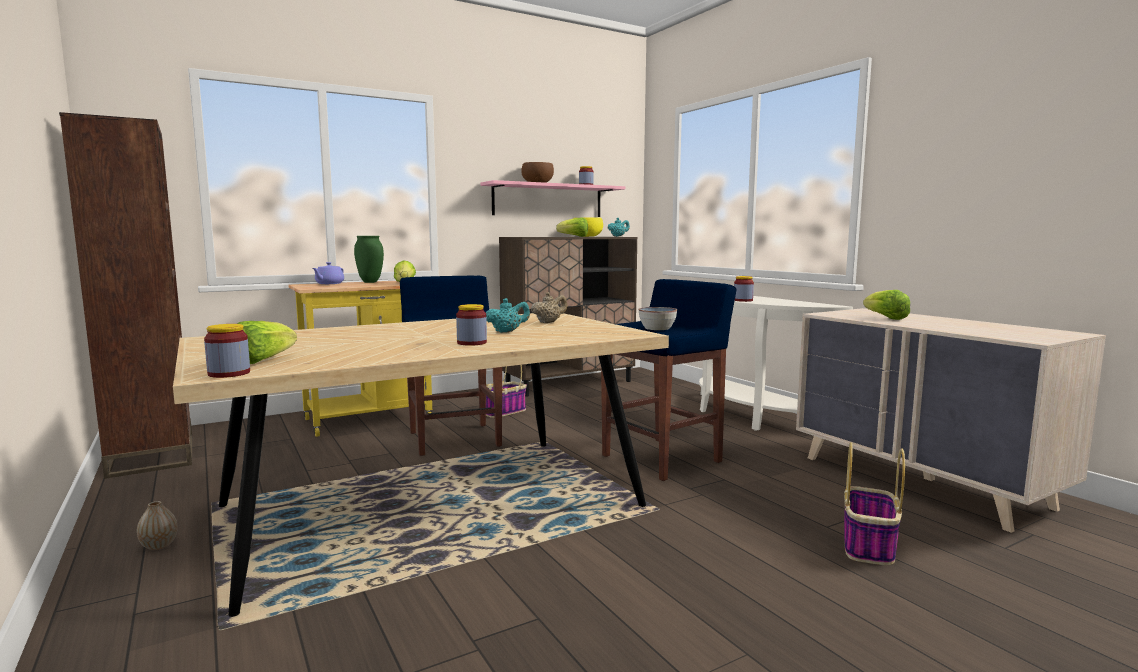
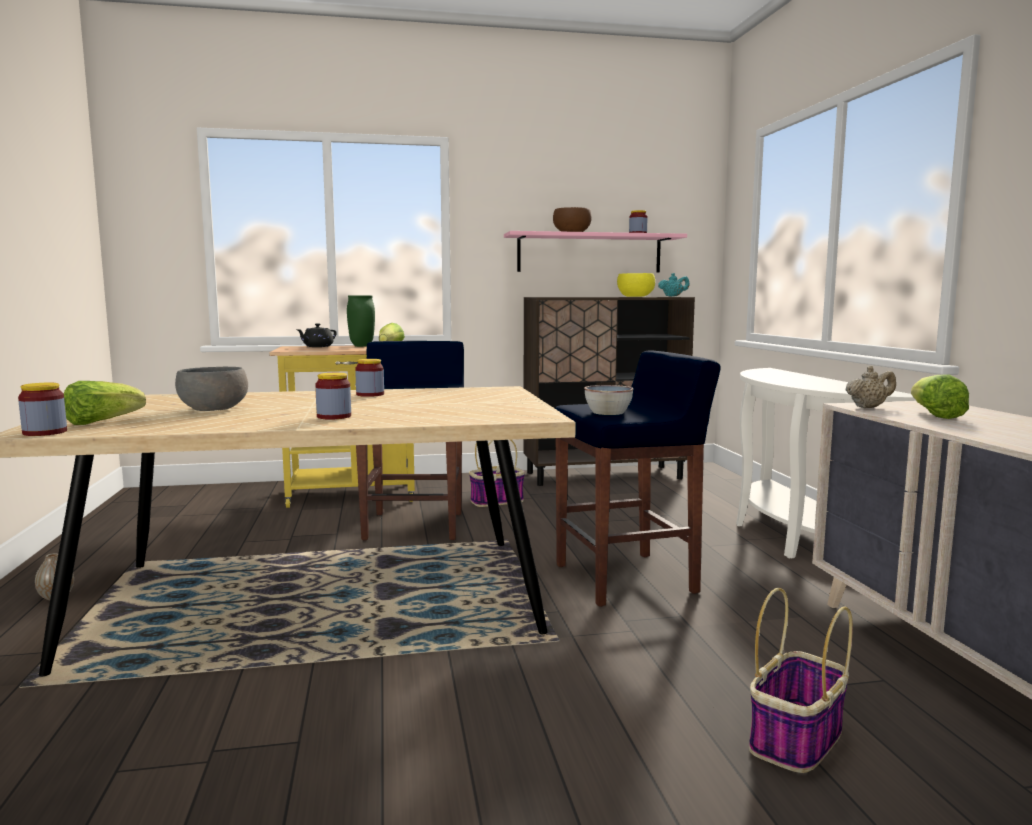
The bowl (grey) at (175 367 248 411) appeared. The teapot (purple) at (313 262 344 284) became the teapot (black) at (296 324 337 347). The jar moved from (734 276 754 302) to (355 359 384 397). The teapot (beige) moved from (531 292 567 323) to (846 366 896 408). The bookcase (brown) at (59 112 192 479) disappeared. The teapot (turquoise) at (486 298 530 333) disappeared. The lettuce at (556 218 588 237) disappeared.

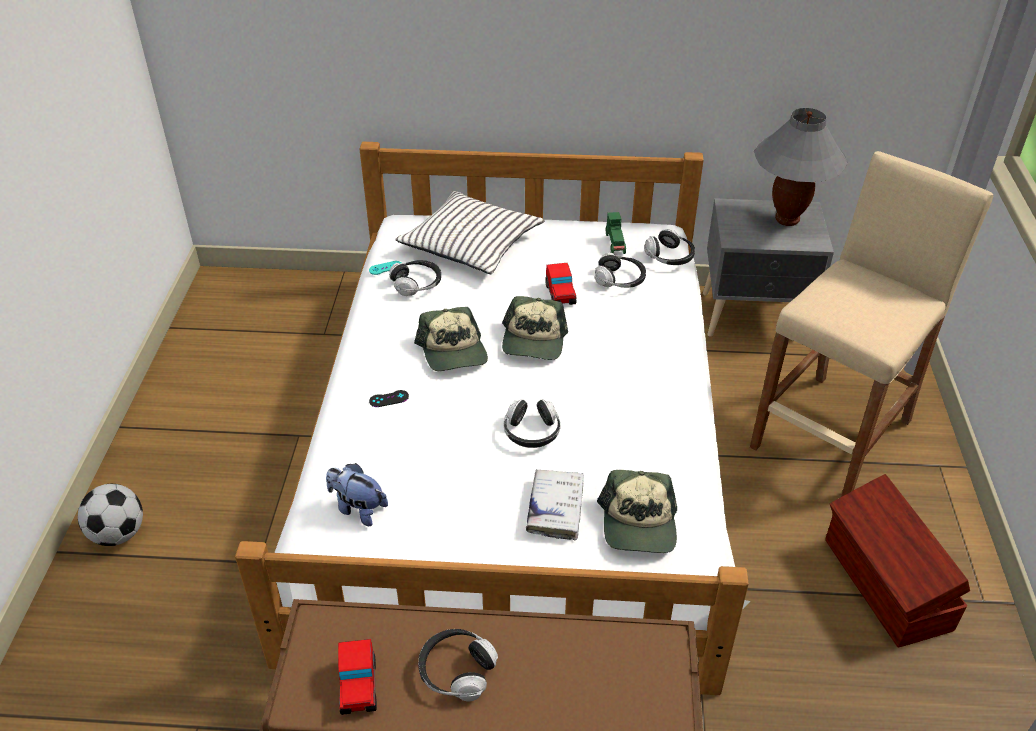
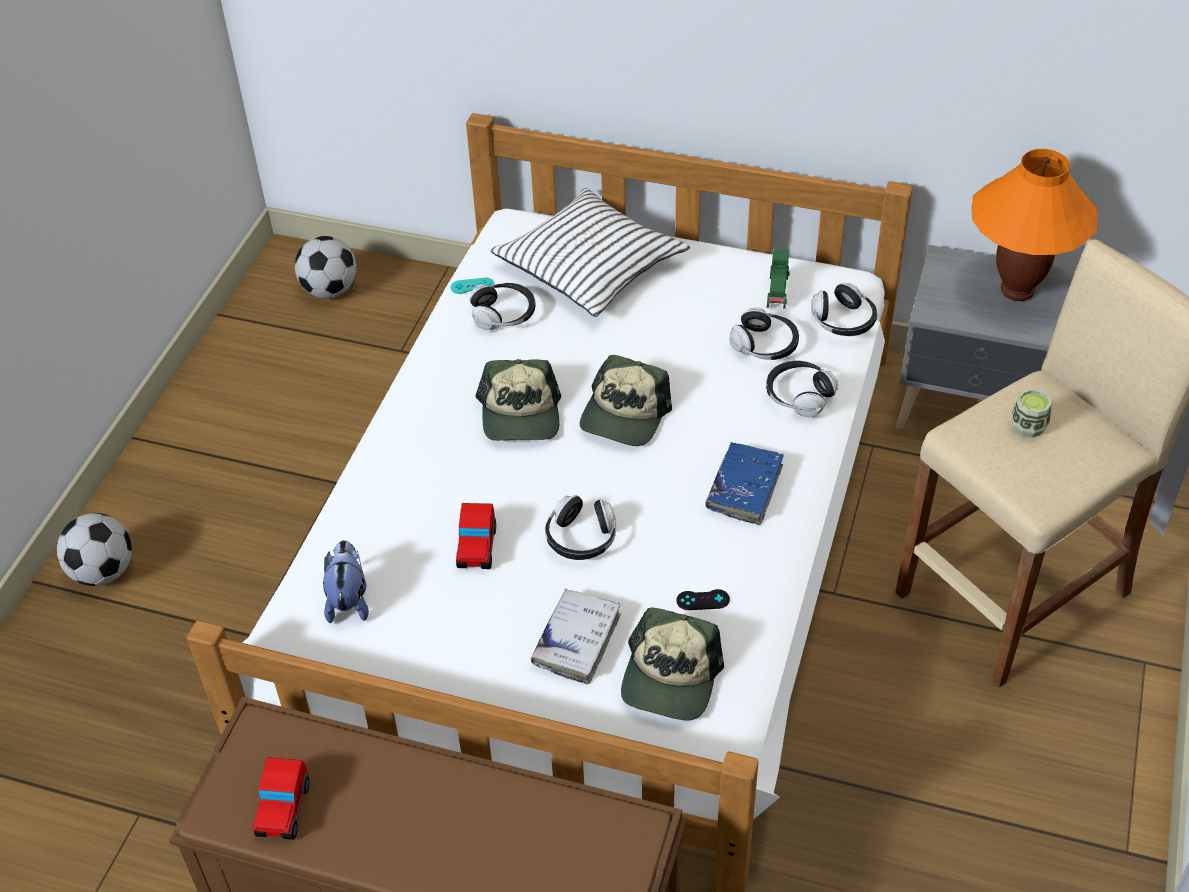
The football at (295 236 357 298) appeared. The plush toy at (326 463 388 526) turned 45 degrees clockwise. The toy car moved from (545 263 577 305) to (456 503 496 569). The game controller (black) moved from (369 390 409 407) to (676 589 730 610). The book (blue) at (705 442 783 525) appeared. The headphones moved from (418 629 498 701) to (766 361 838 418). The table lamp (grey) at (754 108 848 226) became the table lamp (orange) at (971 149 1098 301). The cup at (1011 389 1052 438) appeared. The storage box (brown) at (825 474 970 647) disappeared.

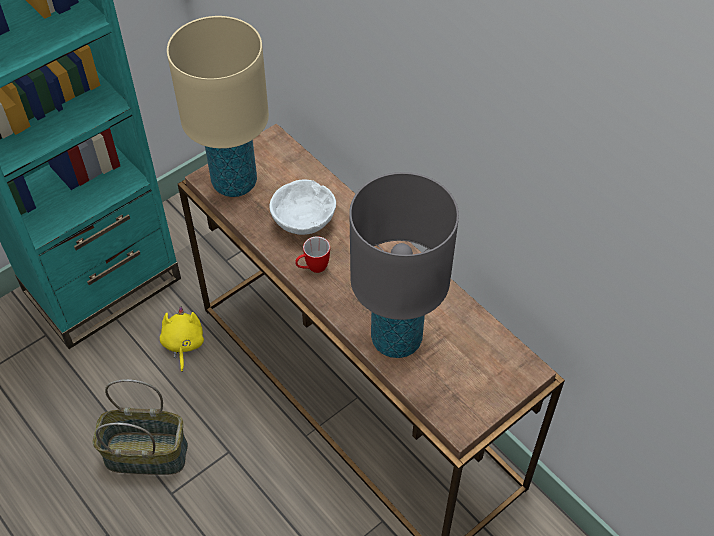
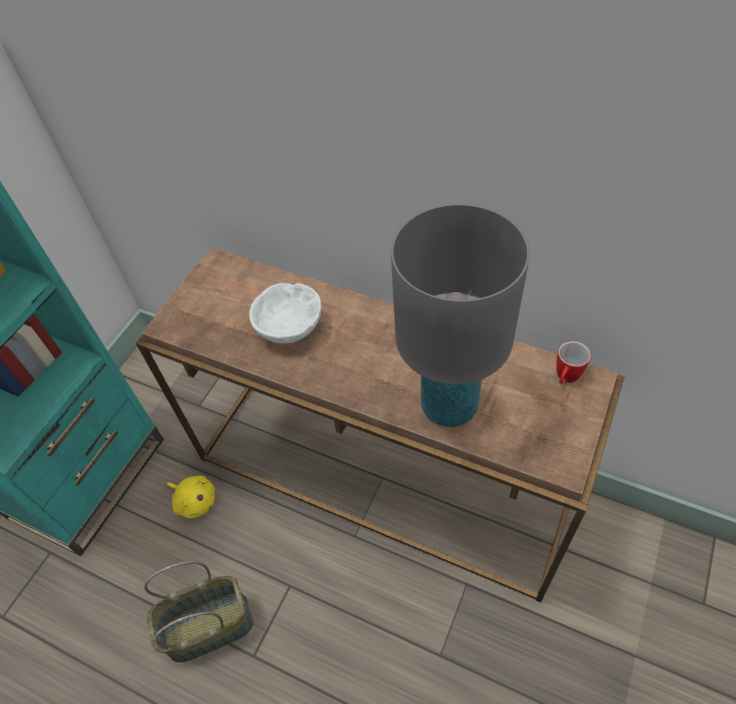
The plush toy (yellow) at (160 306 204 372) turned 150 degrees clockwise. The mug moved from (295 236 330 273) to (556 341 591 384). The table lamp (beige) at (167 16 269 197) disappeared.

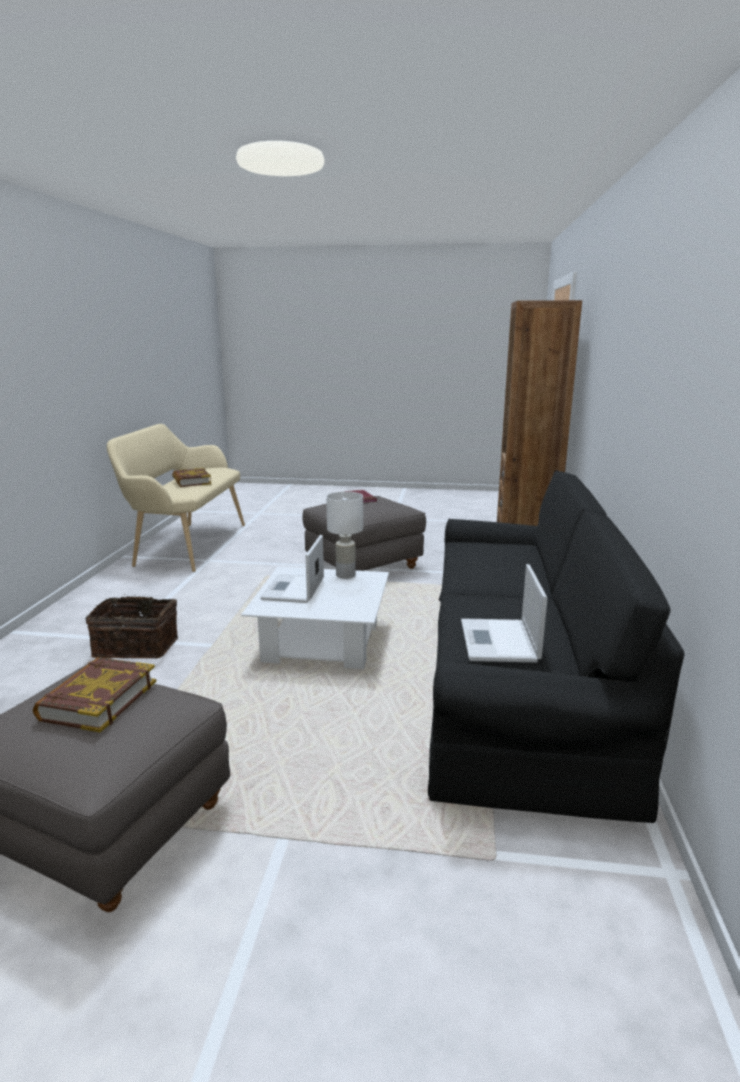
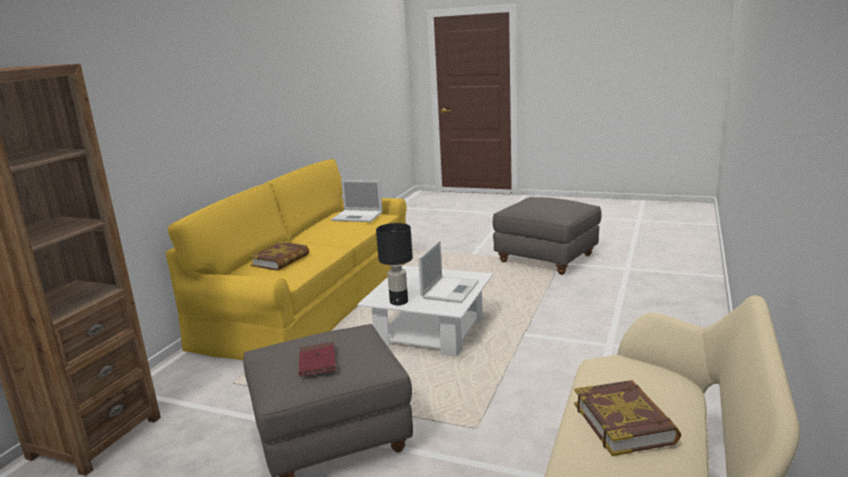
The sofa (black) at (428 470 684 823) became the sofa (yellow) at (166 159 407 360). The book moved from (33 657 156 732) to (249 242 309 271). The laptop at (461 564 548 663) turned 90 degrees clockwise. The table lamp (white) at (326 491 363 579) became the table lamp (black) at (376 223 413 305). The basket at (85 594 178 658) disappeared.

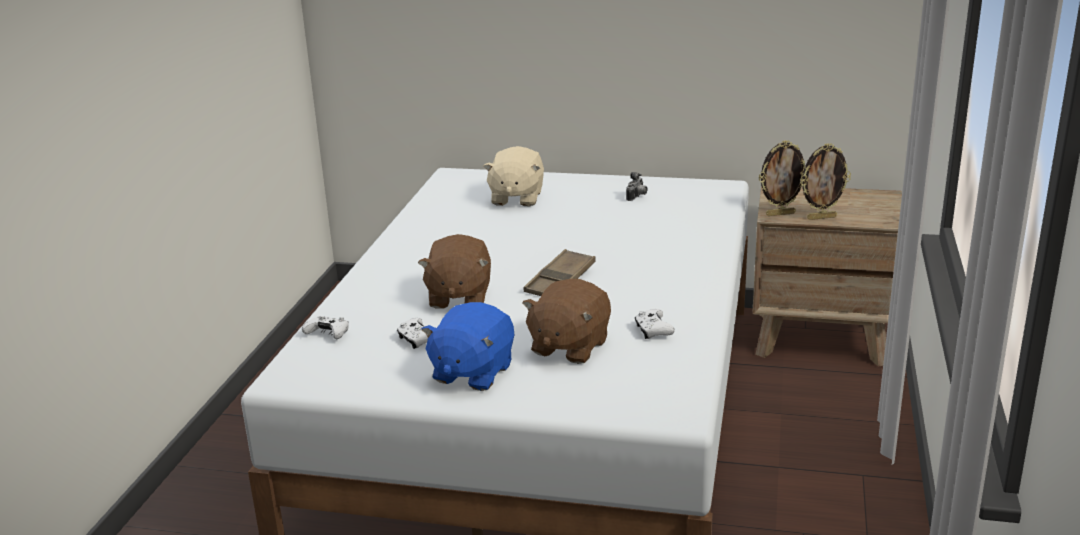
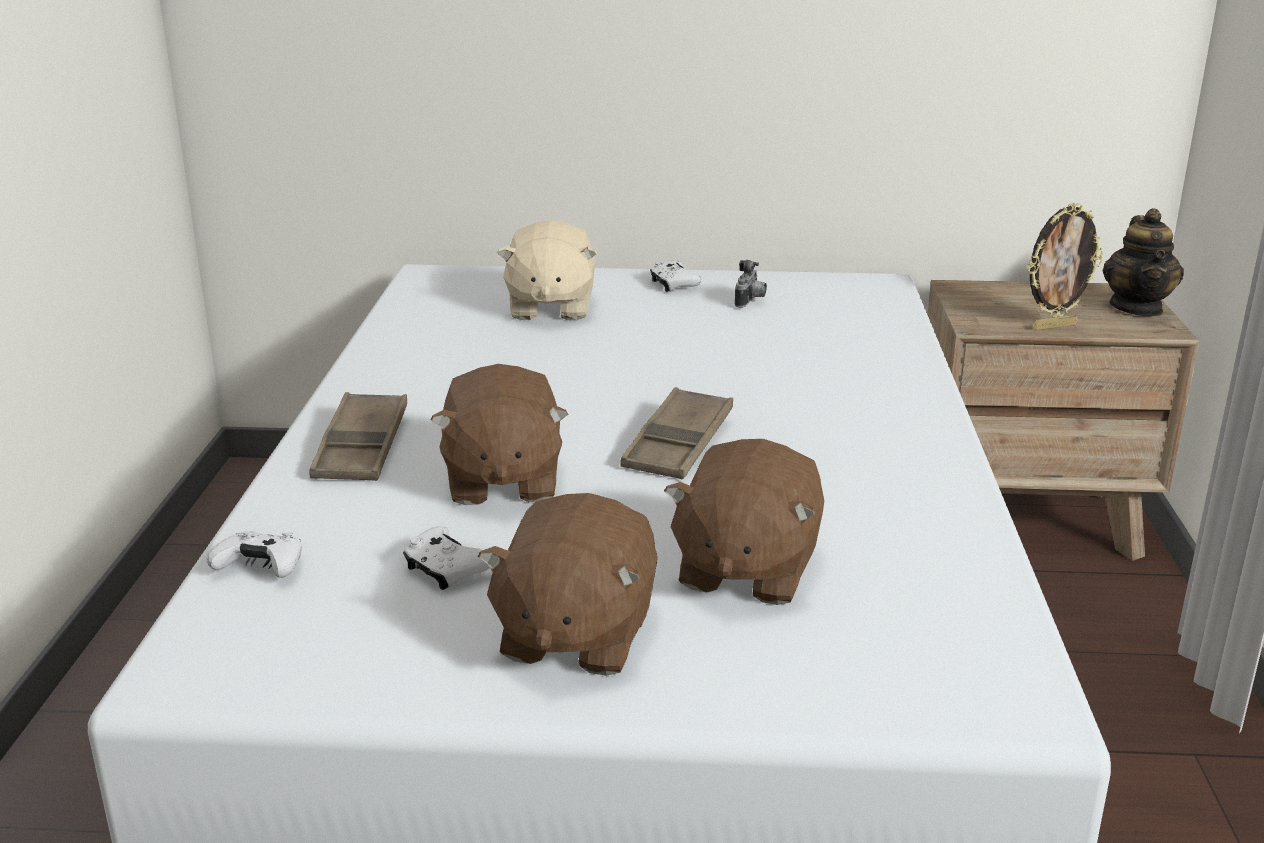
The tray (brown) at (309 392 407 481) appeared. The plush toy (blue) at (421 302 514 391) became the plush toy (brown) at (478 493 658 676). The game controller (white) moved from (635 309 675 339) to (650 260 701 292). The teapot at (1103 208 1184 317) appeared. The picture frame at (759 140 805 216) disappeared.

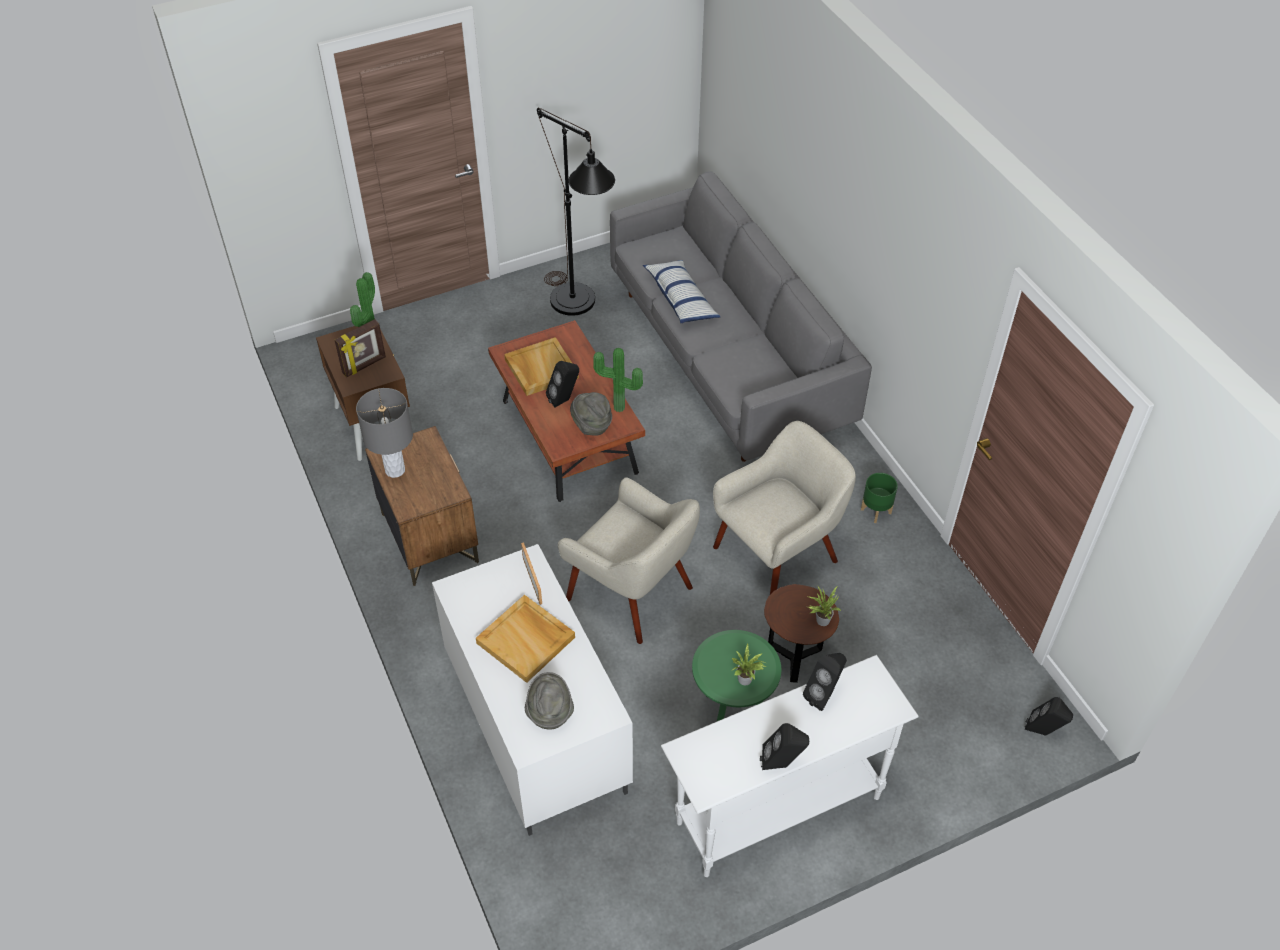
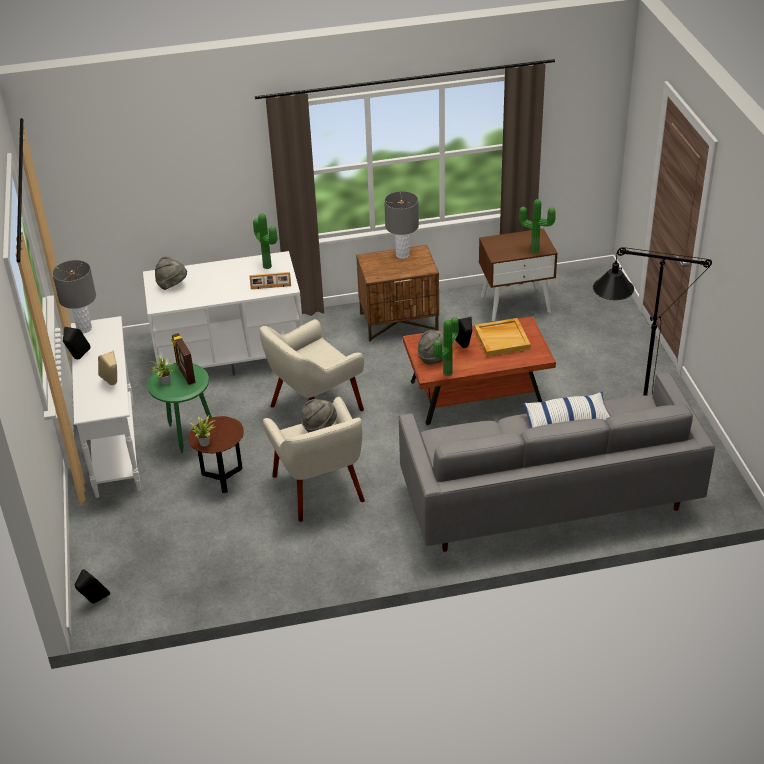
The table lamp (grey) at (52 260 96 333) appeared. The speaker (black) at (803 653 847 711) became the speaker (beige) at (98 351 117 385). The picture frame moved from (335 319 386 377) to (171 333 196 385). The potted plant at (253 214 278 269) appeared. The hat (grey) at (302 399 337 433) appeared. The tray (beige) at (476 595 575 683) disappeared. The planter (green) at (861 473 898 523) disappeared.

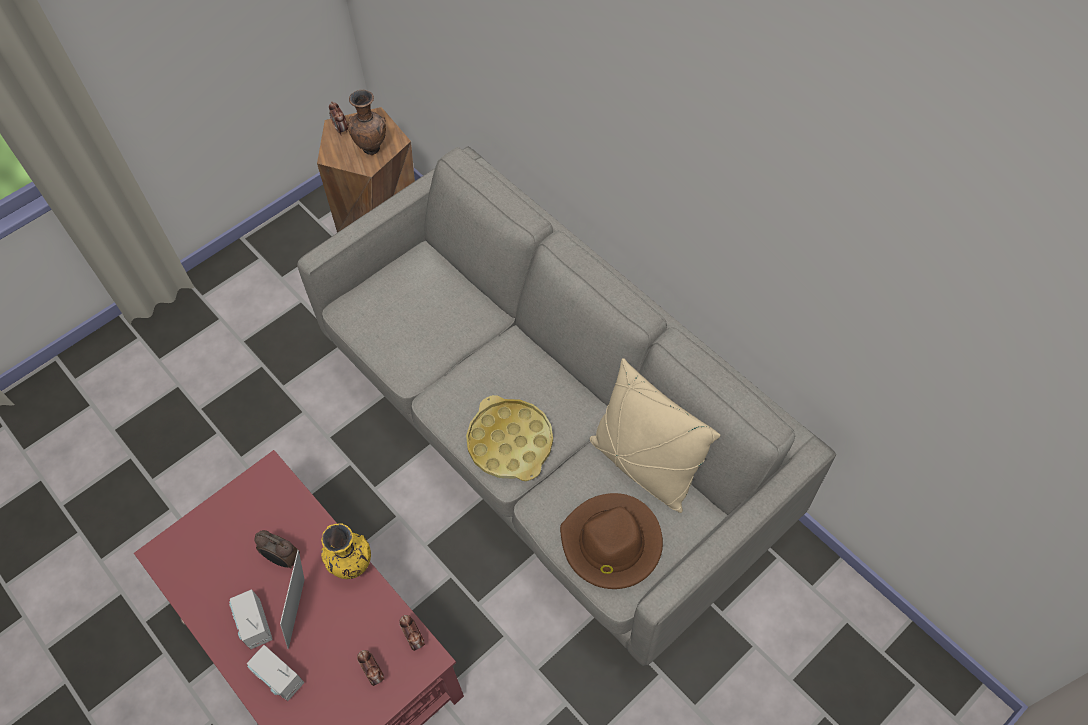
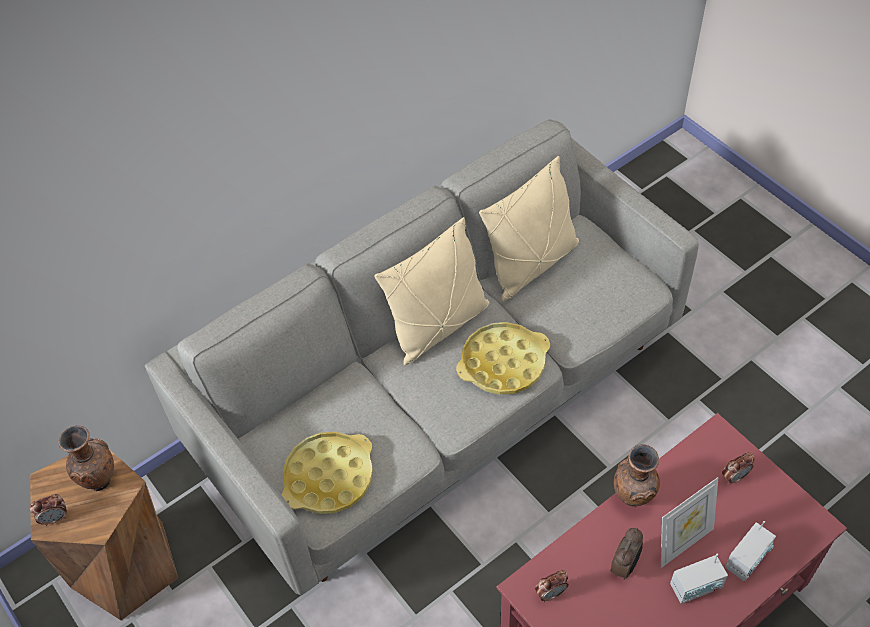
The tray (yellow) at (282 432 373 514) appeared. The pillow (beige) at (374 217 490 365) appeared. The alarm clock moved from (399 615 425 651) to (535 570 568 602). The vase (yellow) at (321 523 371 579) became the vase (brown) at (614 444 660 506). The picture frame at (280 550 305 649) turned 45 degrees counterclockwise. The hat (brown) at (560 493 663 589) disappeared.

